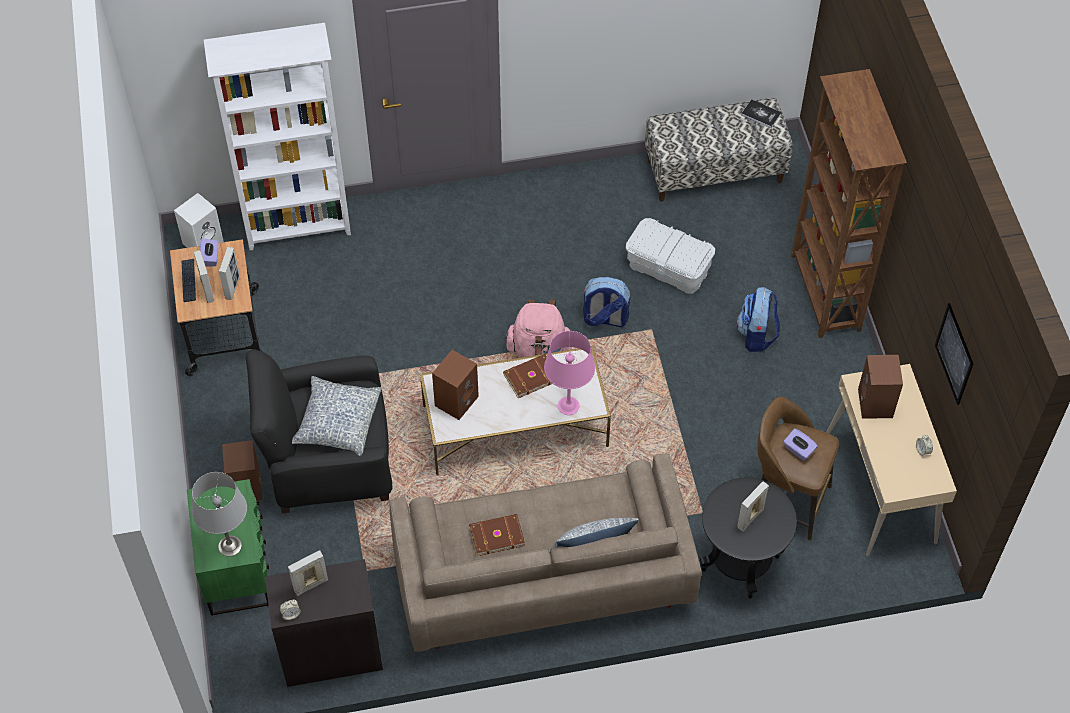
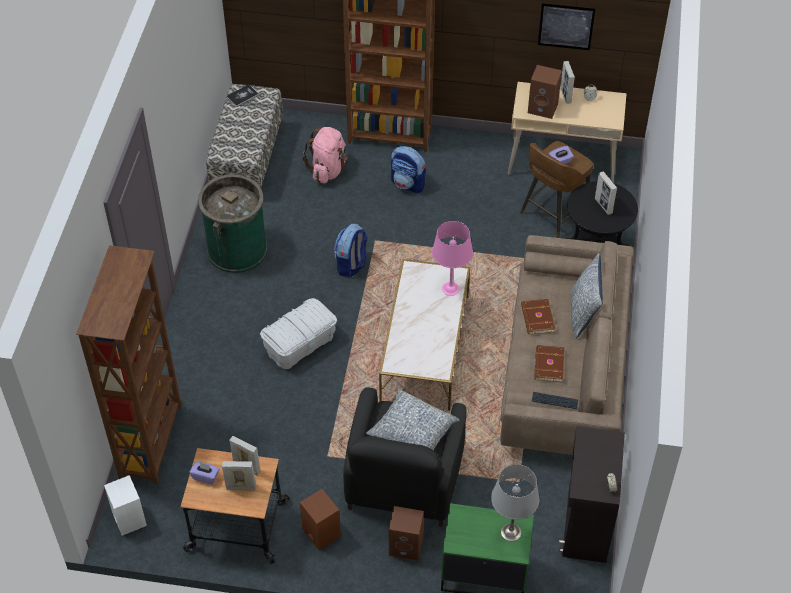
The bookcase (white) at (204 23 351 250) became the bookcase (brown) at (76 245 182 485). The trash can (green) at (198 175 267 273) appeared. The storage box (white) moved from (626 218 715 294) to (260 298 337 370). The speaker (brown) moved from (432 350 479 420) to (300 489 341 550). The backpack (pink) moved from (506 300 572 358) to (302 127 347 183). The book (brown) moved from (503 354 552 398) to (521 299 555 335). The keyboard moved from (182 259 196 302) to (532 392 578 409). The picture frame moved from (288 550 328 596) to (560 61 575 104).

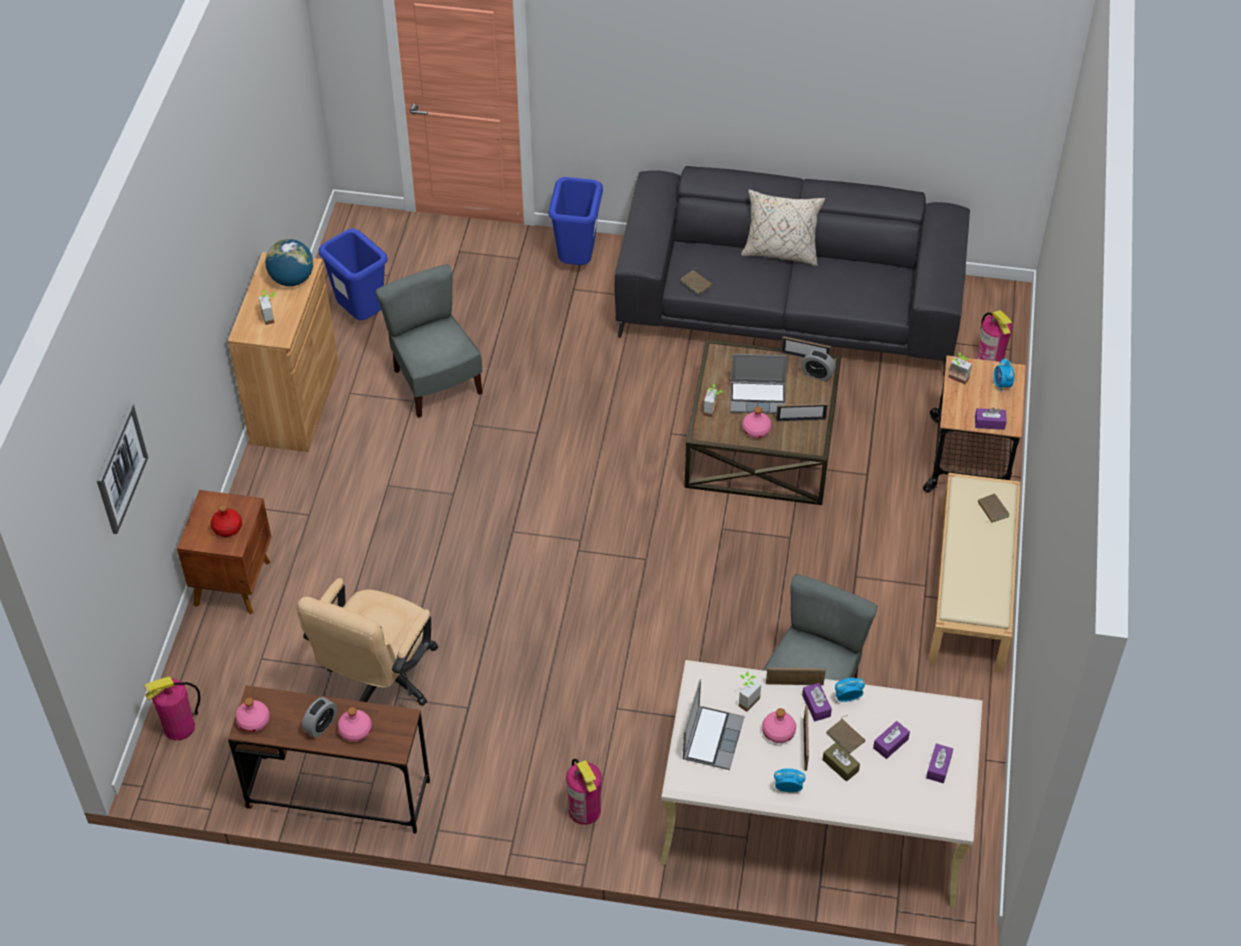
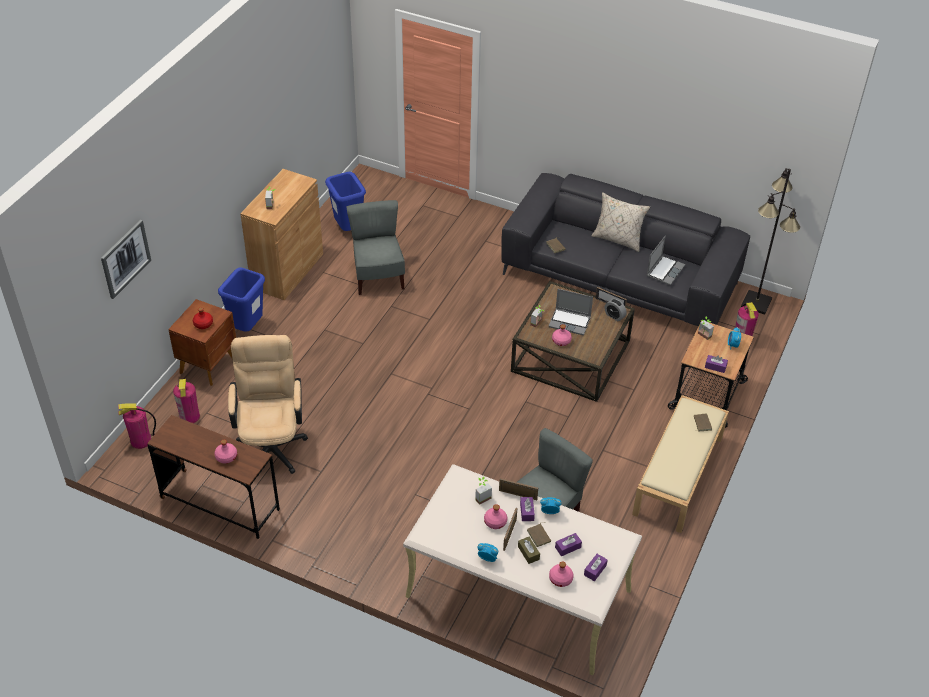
The fire extinguisher moved from (566 759 602 825) to (173 379 200 423). The trash can (blue) moved from (548 177 603 265) to (218 268 265 332). The office chair (beige) at (297 578 438 706) turned 135 degrees clockwise. The bottle (pink) moved from (235 697 270 732) to (549 561 574 587). The laptop moved from (682 679 745 770) to (646 236 685 285). The floor lamp (black) at (741 168 800 314) appeared. The globe at (266 239 313 286) disappeared. The alarm clock at (302 697 337 738) disappeared. The picture frame at (776 403 828 422) disappeared.

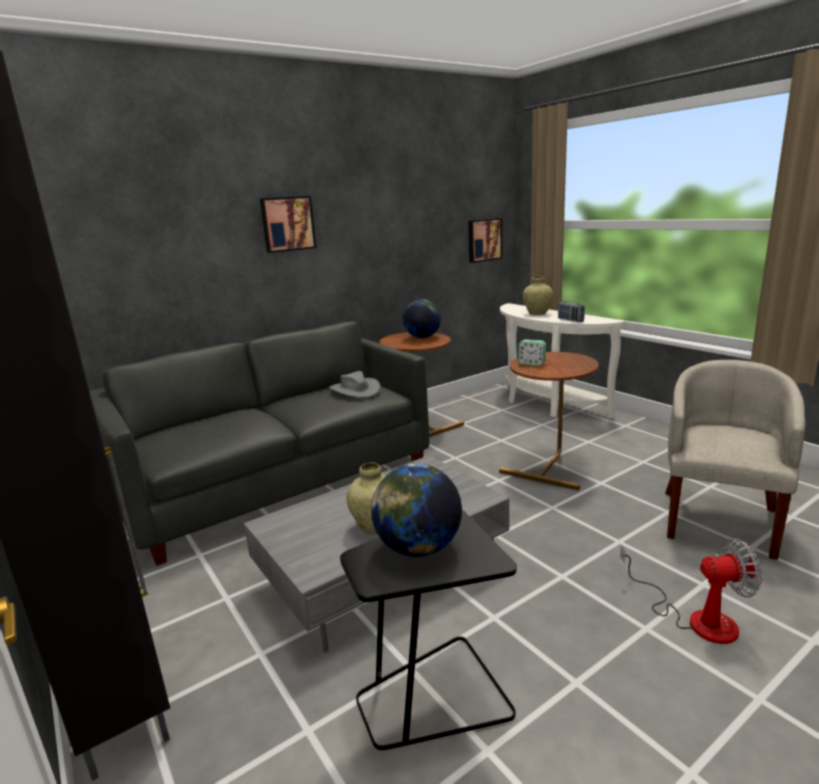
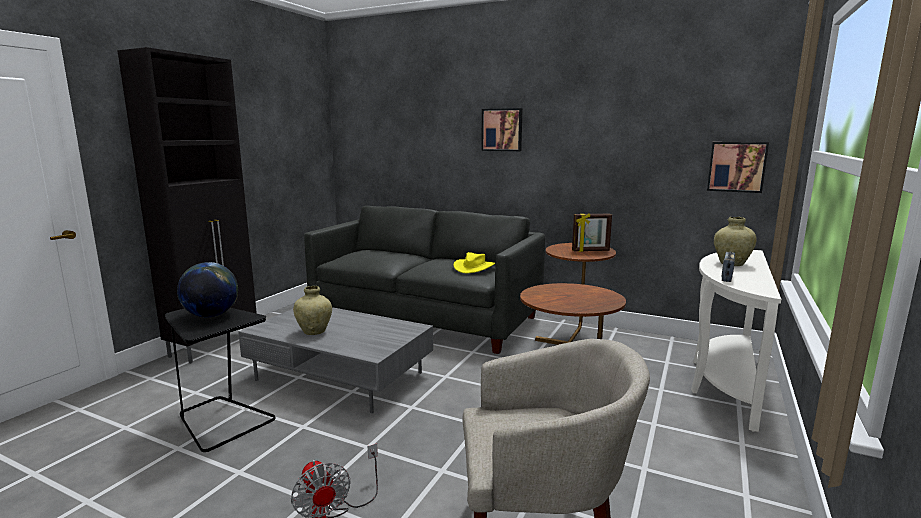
The hat (grey) at (329 371 380 398) became the hat (yellow) at (454 252 495 273). The globe at (403 299 441 338) was replaced by the picture frame at (572 213 612 252). The alarm clock at (518 339 546 366) disappeared.

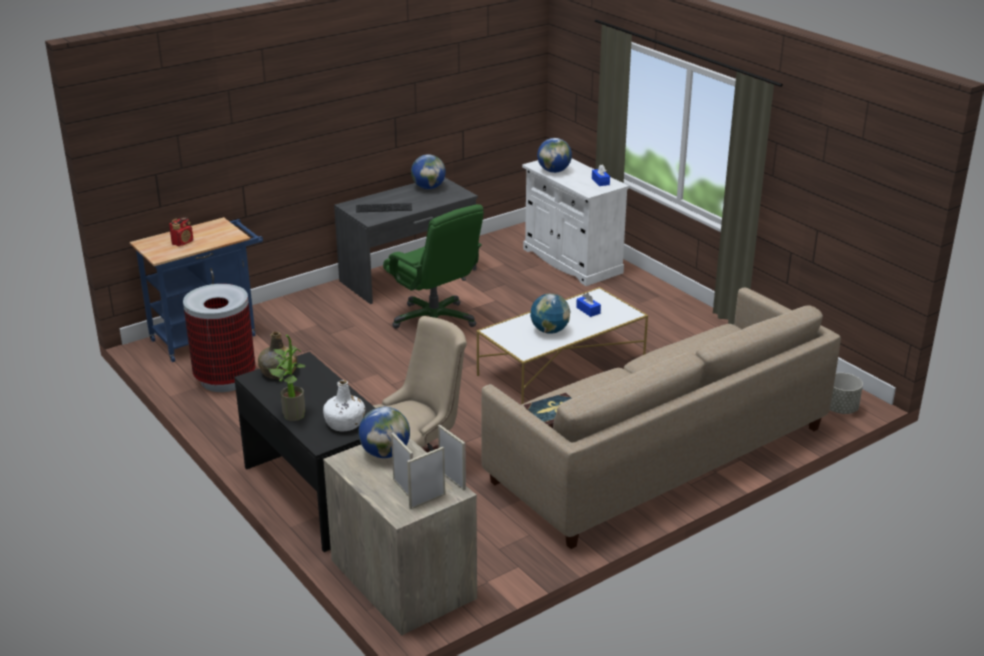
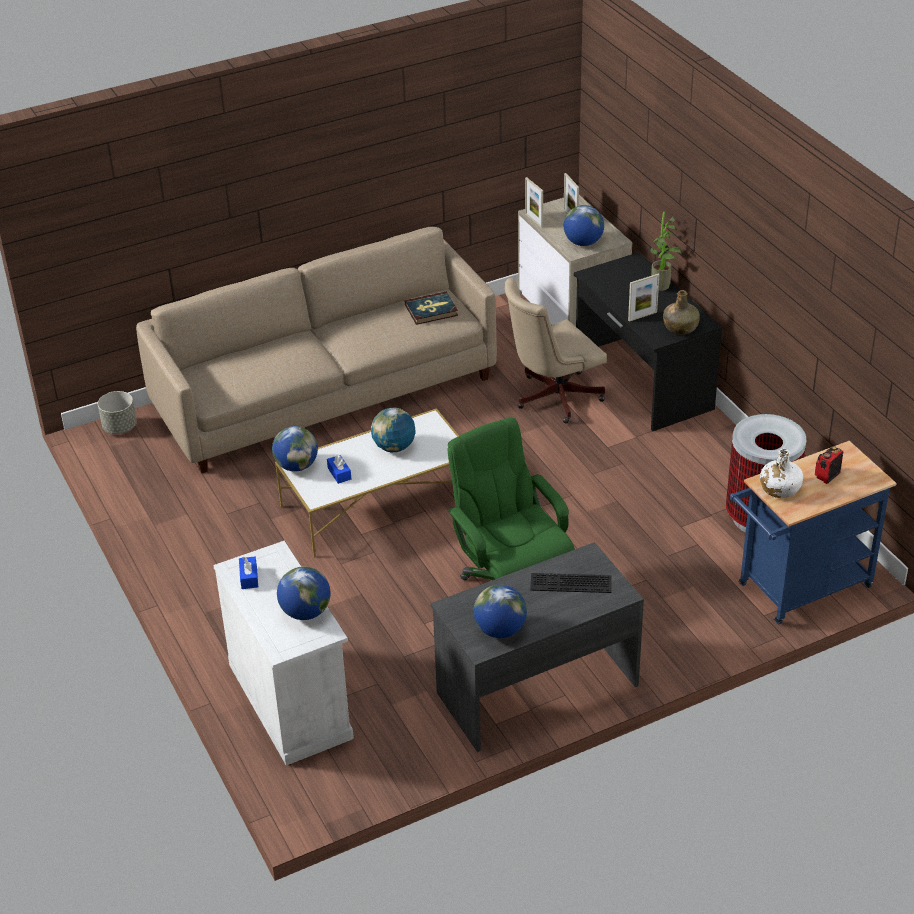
The globe at (272 426 318 471) appeared. The picture frame moved from (407 447 445 510) to (628 274 659 322). The bottle (white) moved from (323 380 365 431) to (760 449 803 498).

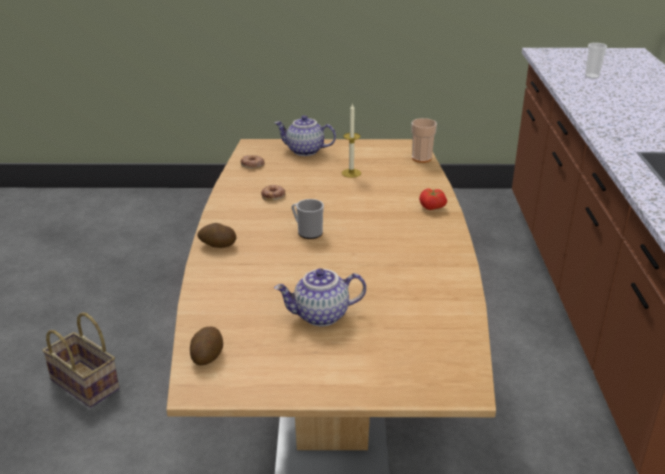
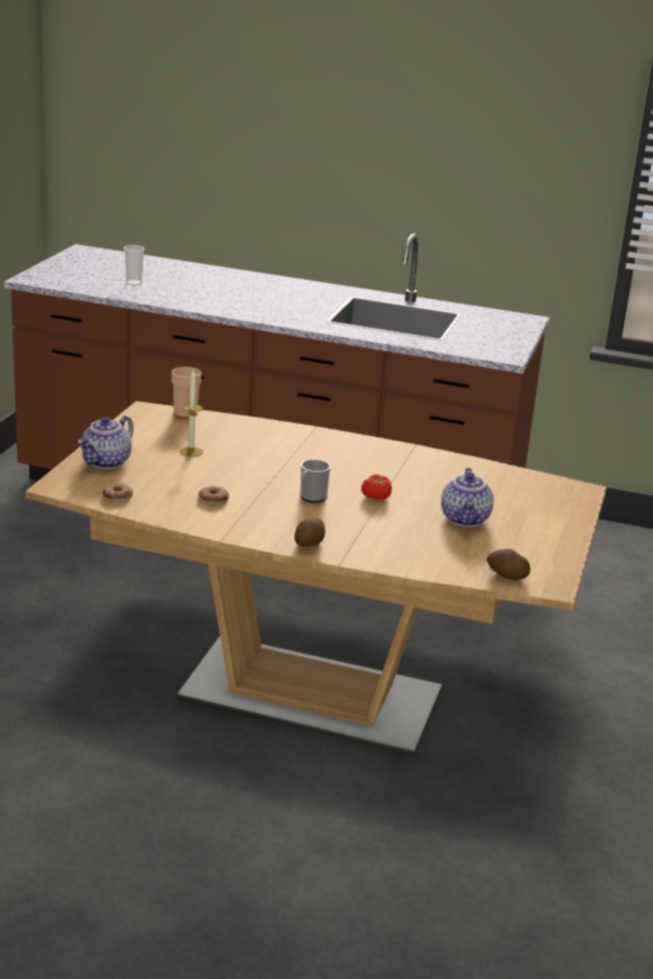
The tomato moved from (419 189 447 210) to (361 474 392 500). The basket at (42 313 119 408) disappeared.

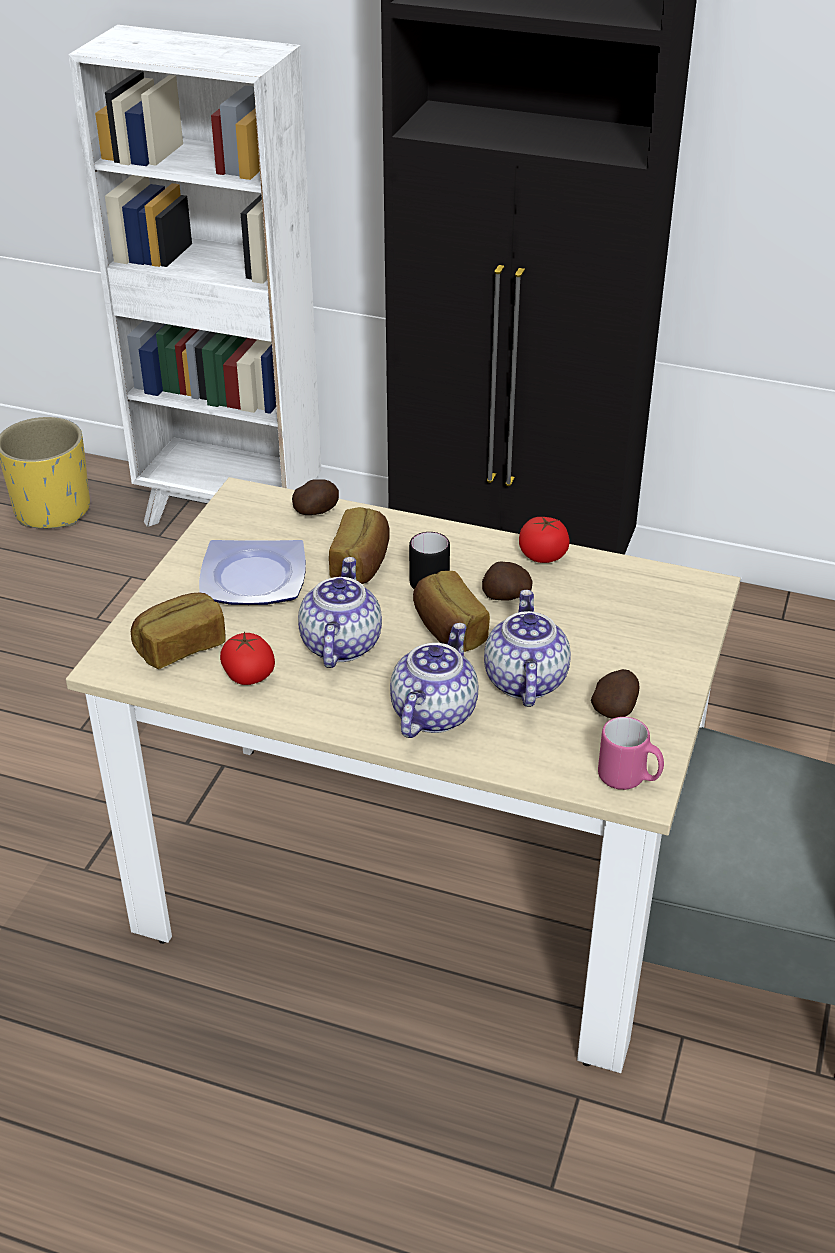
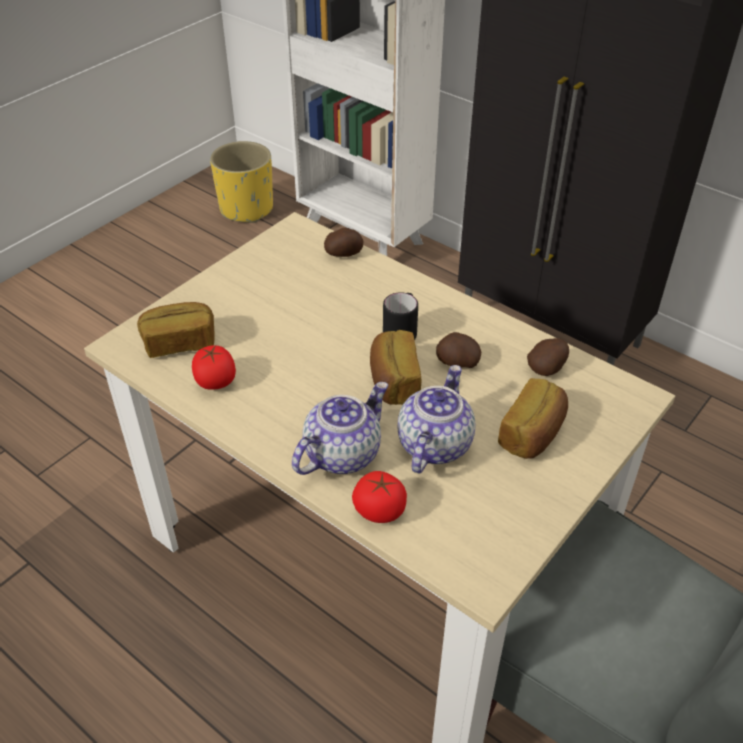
The tomato moved from (519 517 570 563) to (352 471 407 523). The bread moved from (329 507 390 584) to (498 378 568 459). The potato moved from (591 669 639 719) to (527 338 569 376). The plate at (199 540 306 605) disappeared. The teapot at (298 557 382 668) disappeared. The mug (pink) at (598 717 664 790) disappeared.

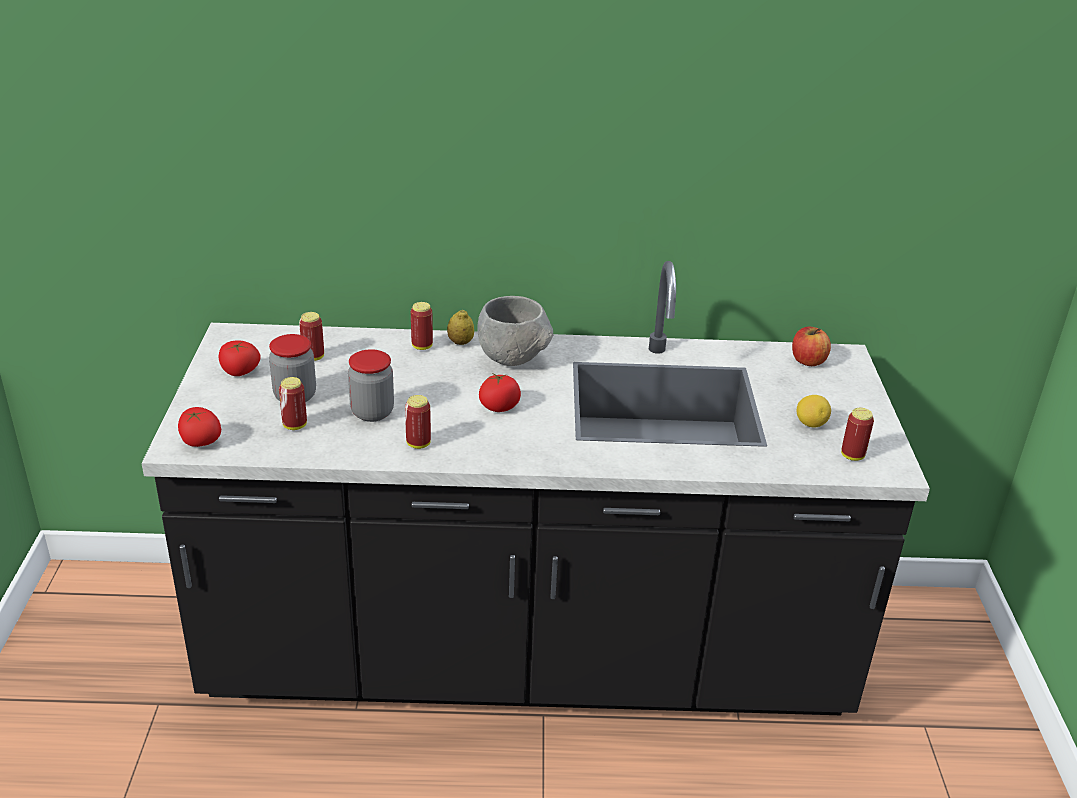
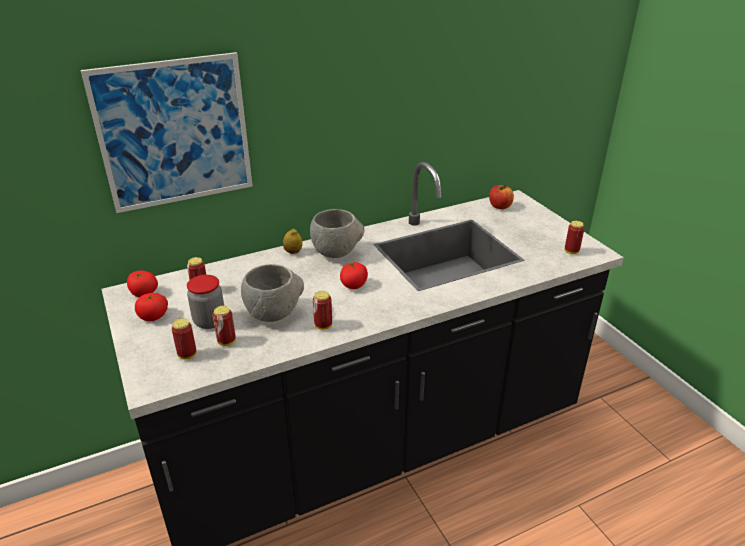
The picture at (81 52 253 213) appeared. The tomato moved from (178 407 221 447) to (127 270 158 297). The can moved from (411 302 433 350) to (172 318 196 360). The jar at (348 349 394 422) was replaced by the bowl (grey) at (241 264 304 322). The lemon at (797 395 831 428) disappeared.

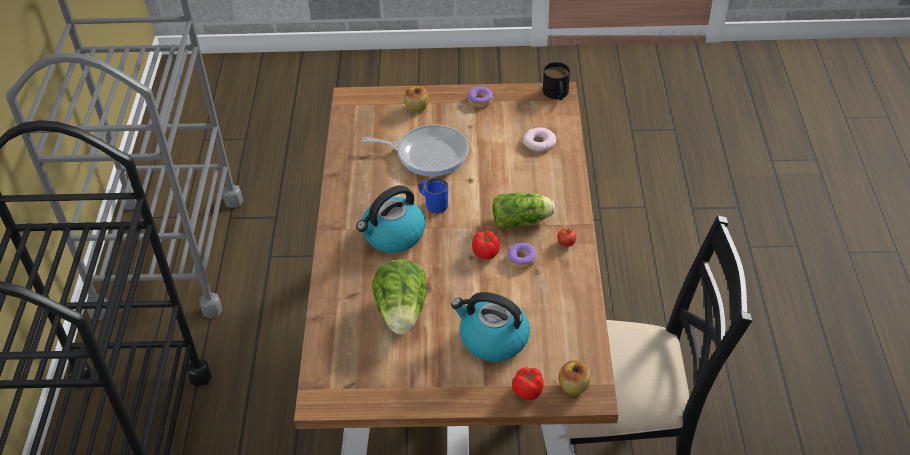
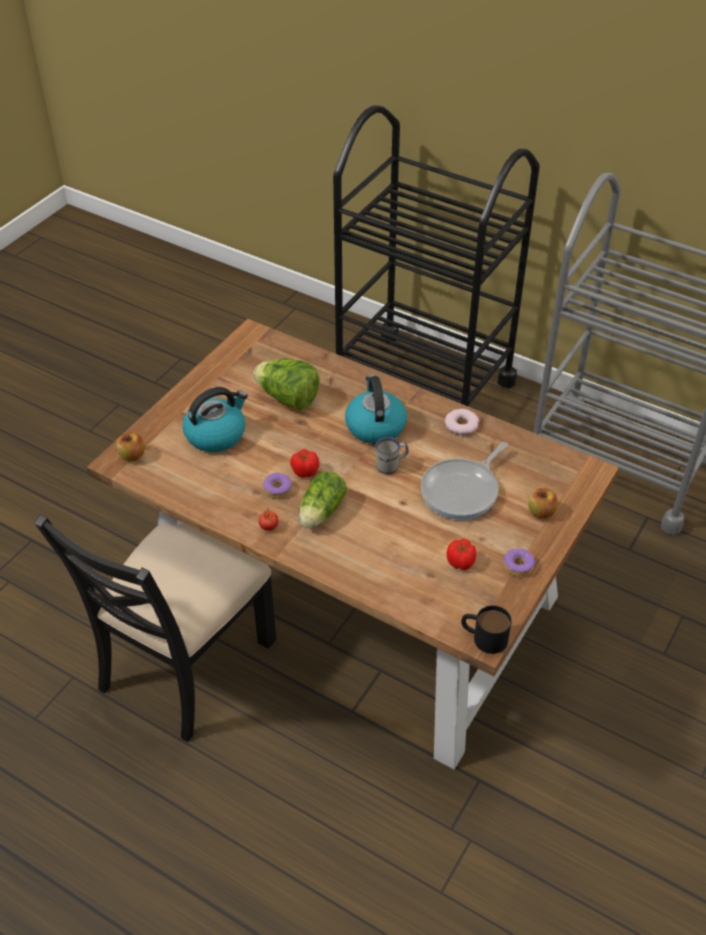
The mug (blue) at (419 177 448 214) became the mug (white) at (376 437 408 474). The donut moved from (523 128 556 152) to (445 409 480 435). The tomato moved from (512 367 544 401) to (447 539 476 570).

